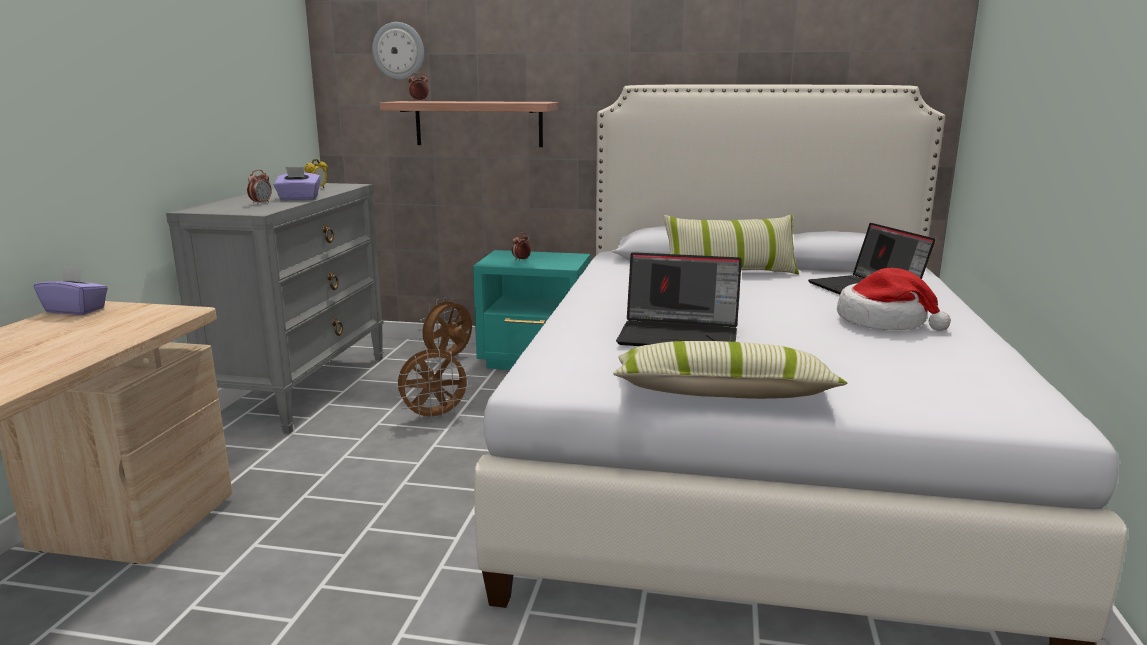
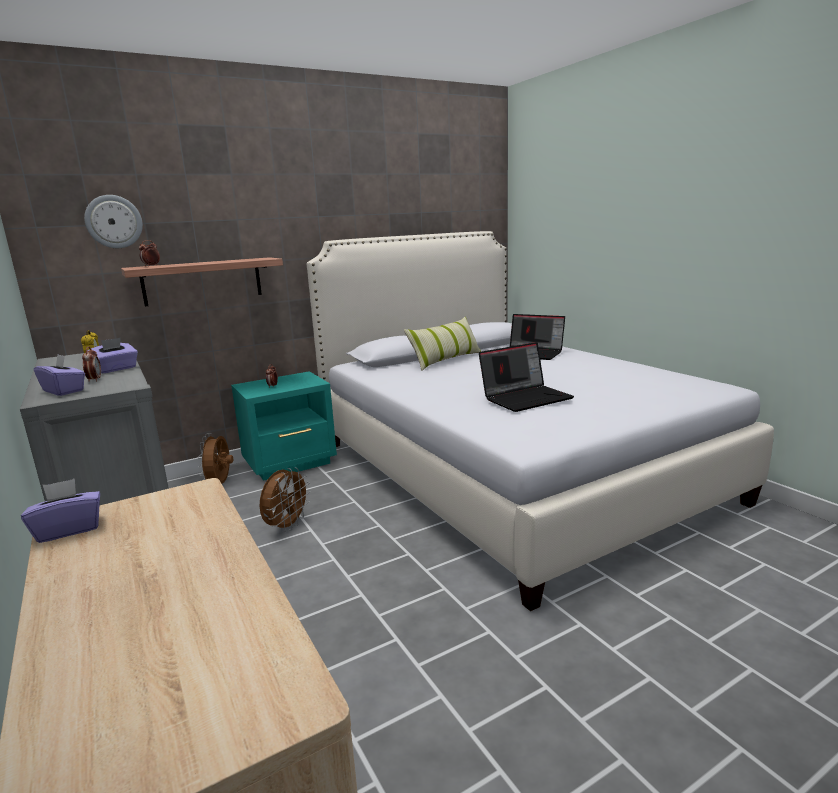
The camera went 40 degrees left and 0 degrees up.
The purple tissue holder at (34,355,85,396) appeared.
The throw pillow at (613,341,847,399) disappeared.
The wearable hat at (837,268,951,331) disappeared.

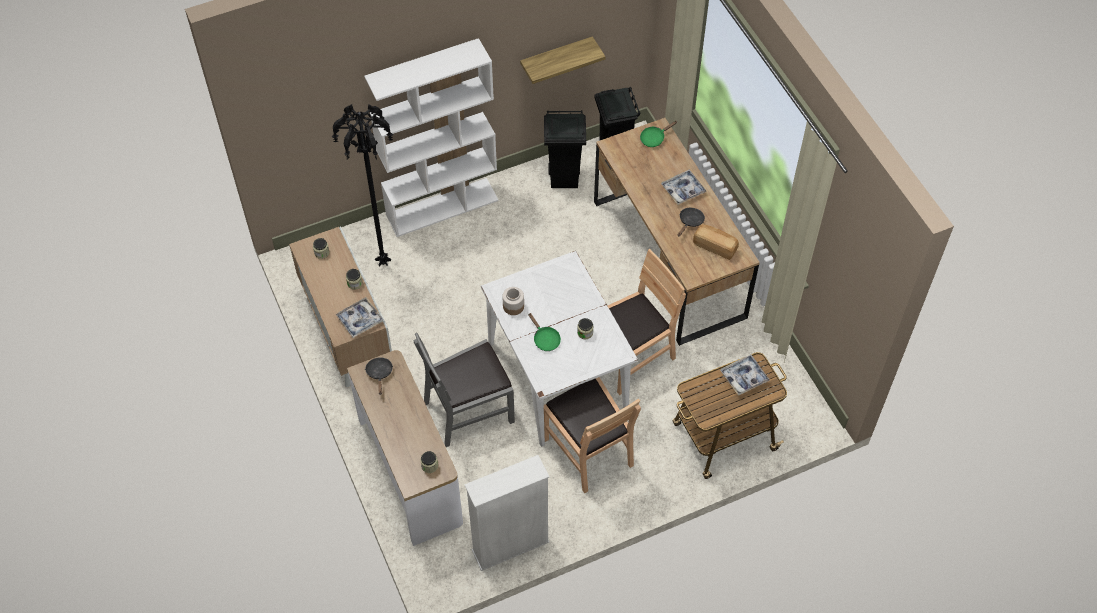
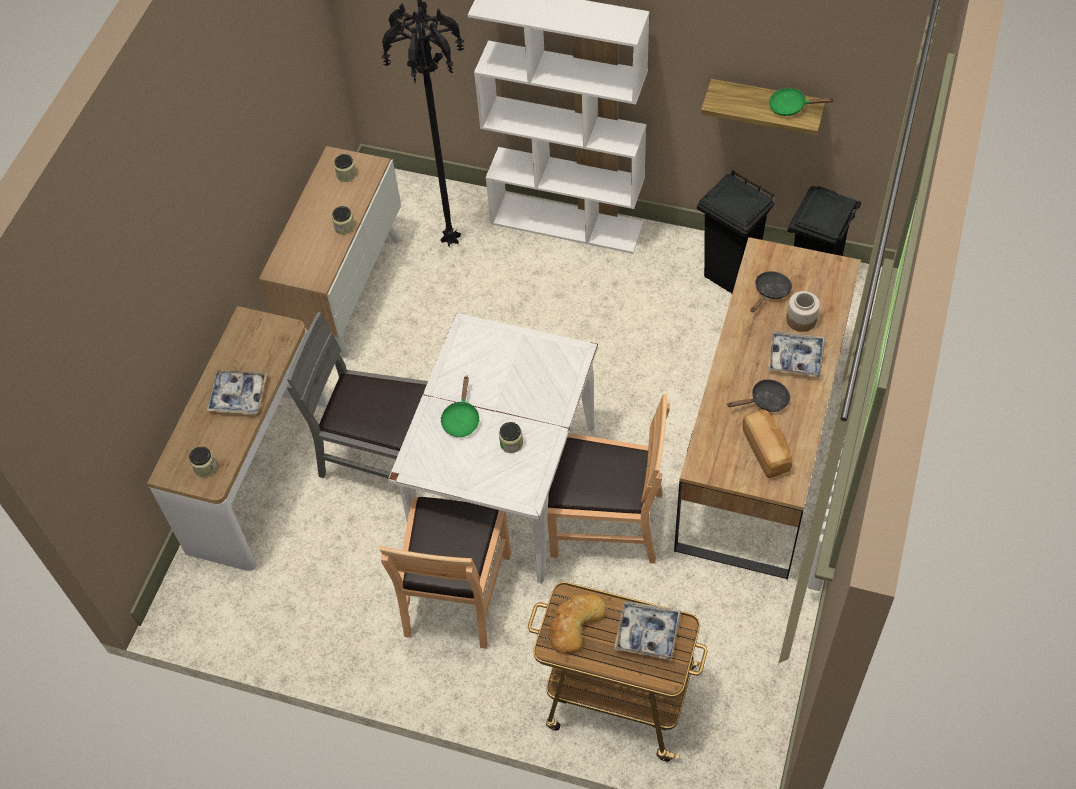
The camera went 45 degrees right and 0 degrees up.
The carrying tray moved from (335,297,384,338) to (206,370,267,414).
The bakery bread at (550,594,606,653) appeared.
The black-coloured skillet moved from (365,357,393,395) to (751,271,792,312).
The green-coloured skillet moved from (640,121,677,147) to (769,87,834,116).
The preserve jar moved from (502,287,524,315) to (786,291,820,332).
The whitish shelving unit at (464,455,549,571) disappeared.

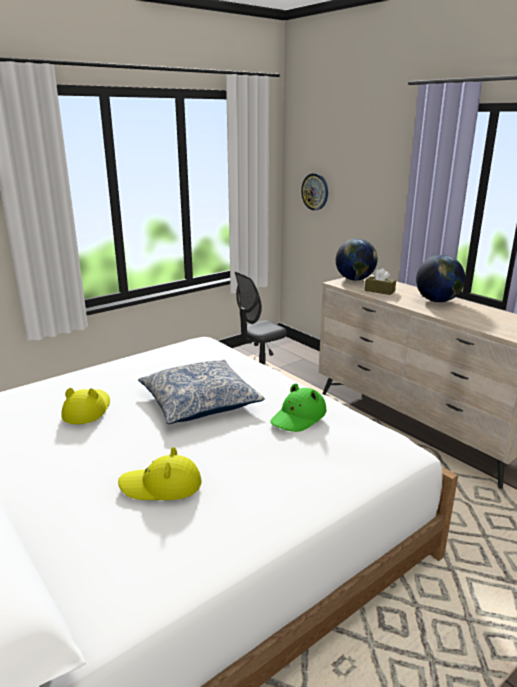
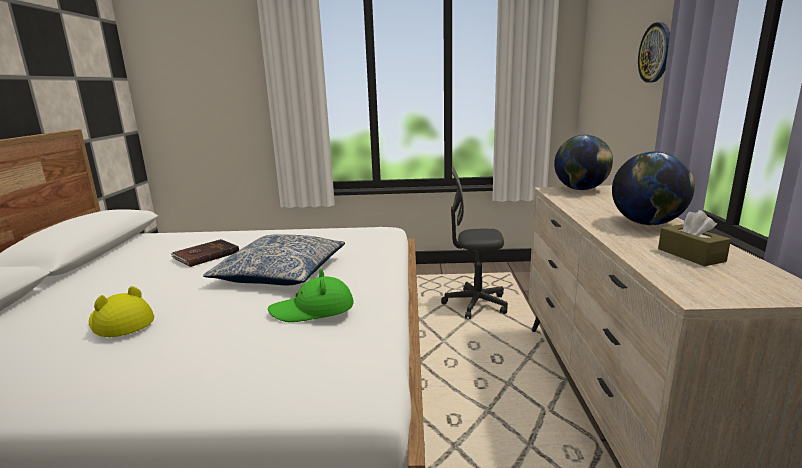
The camera went 40 degrees right and 5 degrees down.
The yellow-coloured wearable hat at (61,388,110,424) was replaced by the brownish bound book at (171,239,239,267).
The hanging clock moved from (301,173,328,210) to (638,22,670,83).
The brownish tissue holder moved from (365,268,396,295) to (658,210,731,266).

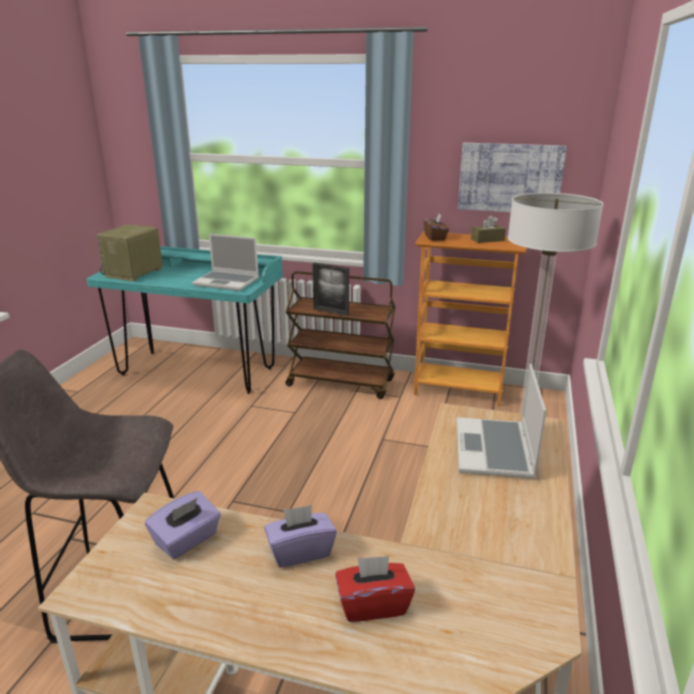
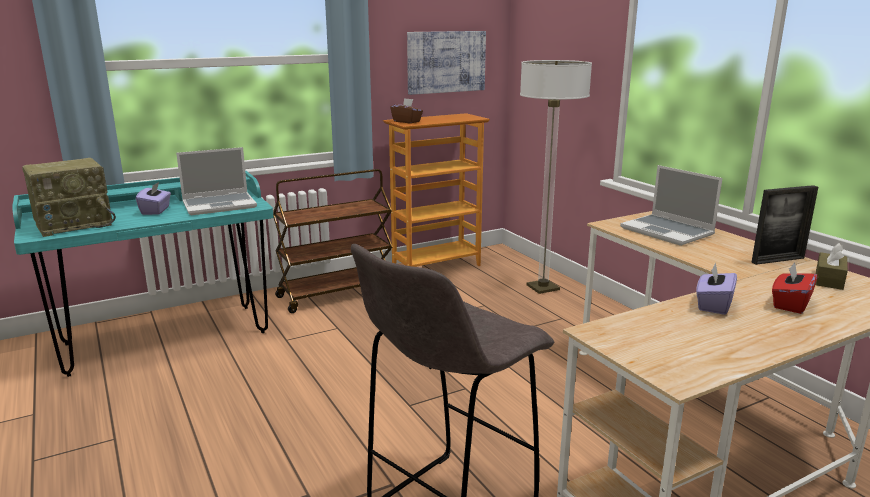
The camera went 45 degrees left and 5 degrees down.
The radio at (97,224,163,282) turned 105 degrees counterclockwise.
The purple tissue holder moved from (145,491,221,559) to (136,182,171,215).
The picture frame moved from (312,262,349,316) to (751,185,818,265).
The brownish tissue holder moved from (471,215,506,243) to (815,243,848,290).

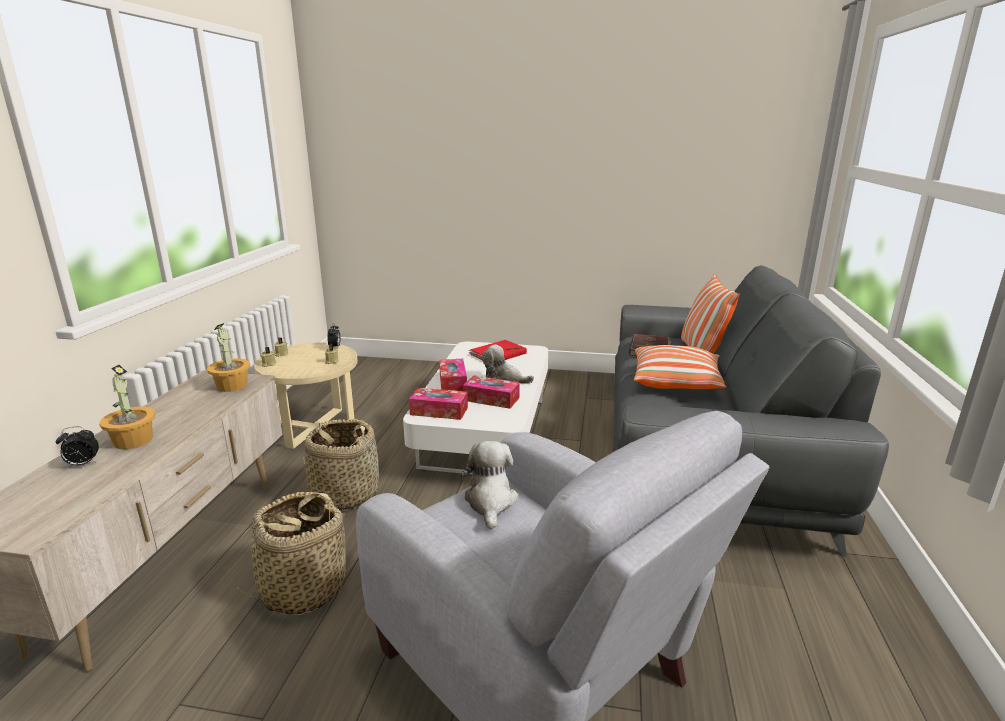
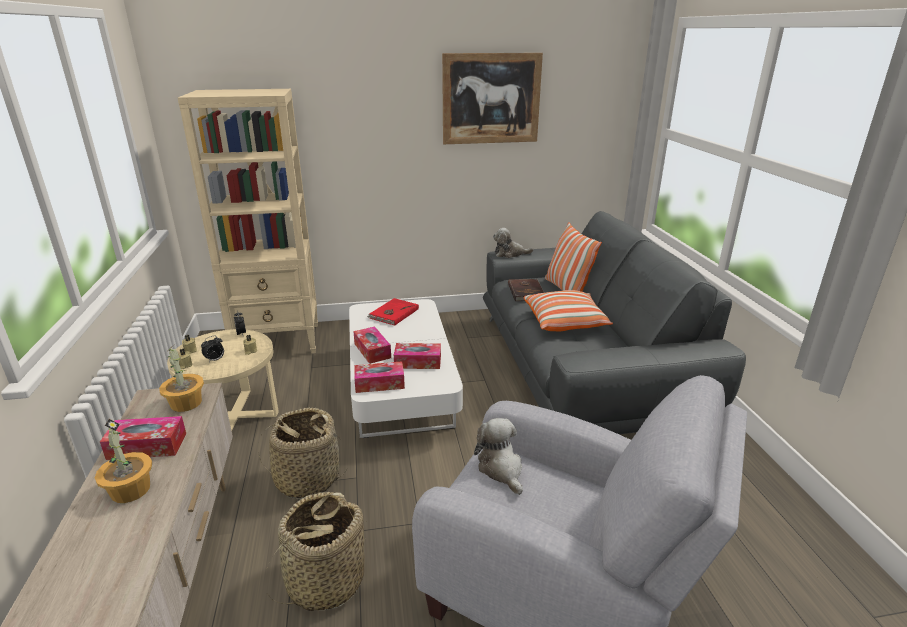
The camera went 20 degrees left and 5 degrees up.
The tissue holder at (100,416,186,460) appeared.
The beige-coloured shelving unit at (178,89,318,353) appeared.
The table clock moved from (56,426,99,467) to (201,336,224,362).
The wall art at (442,53,543,144) appeared.
The soft toy moved from (482,345,534,384) to (493,228,534,258).

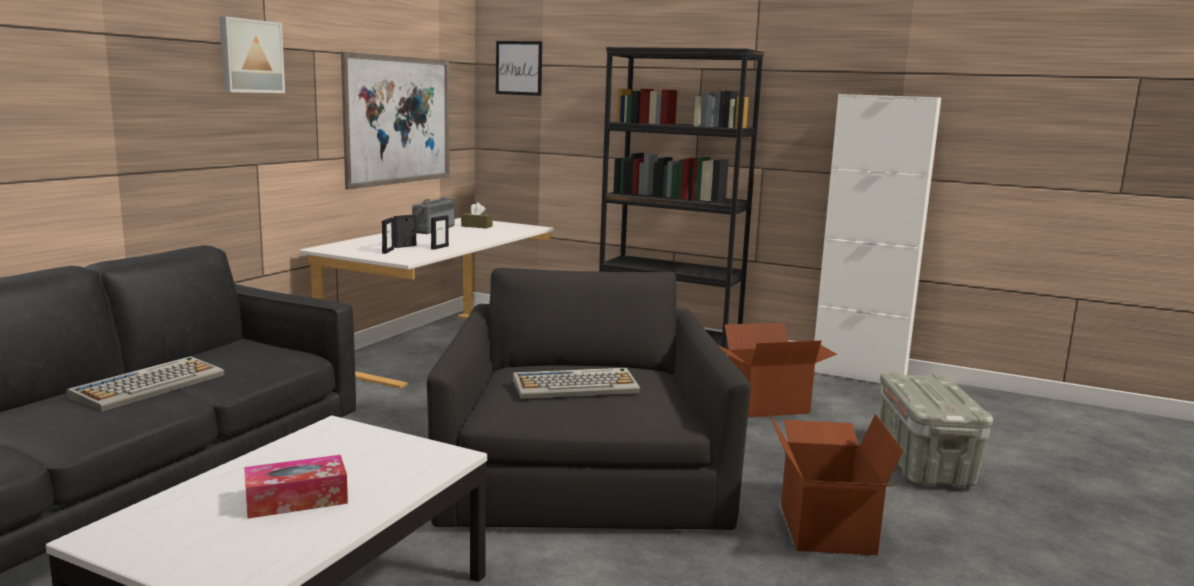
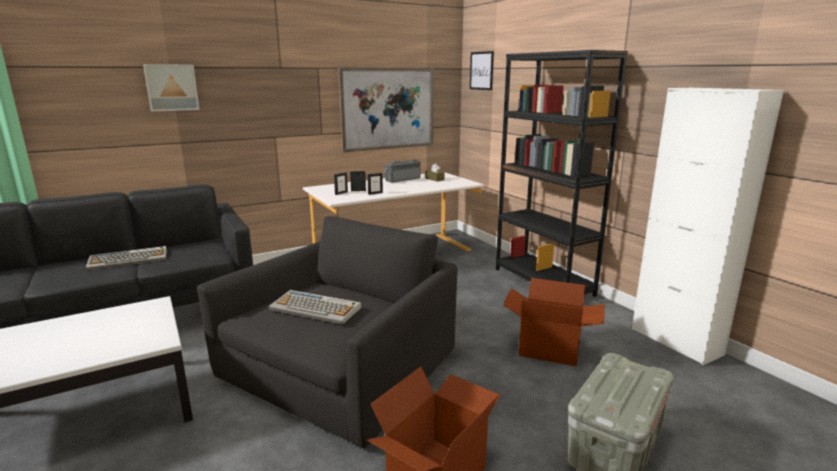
The camera went 35 degrees right and 5 degrees up.
The wall art moved from (219,16,285,93) to (143,64,200,112).
The tissue holder at (244,455,348,519) disappeared.

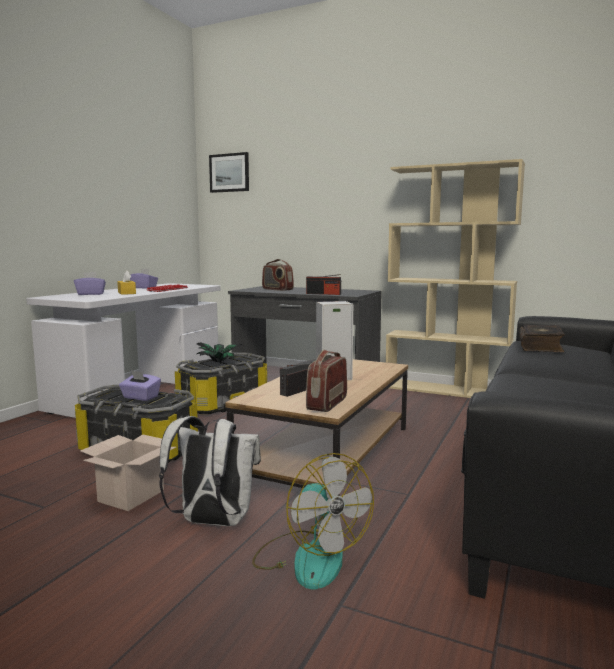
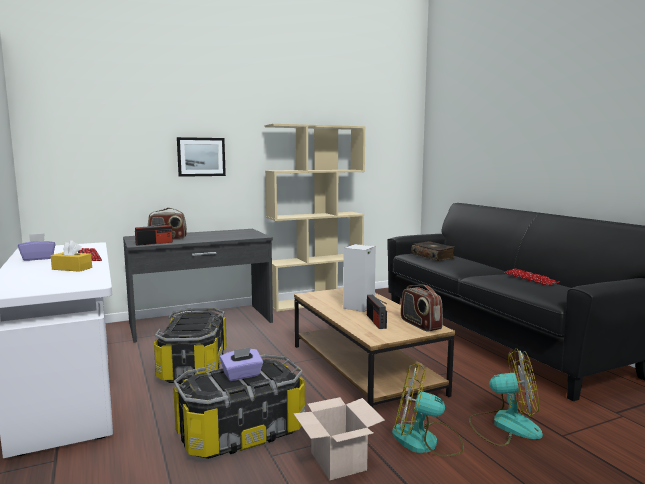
The camera went 50 degrees left and 0 degrees up.
The radio moved from (306,274,341,295) to (135,222,173,246).
The wall art moved from (209,152,249,193) to (177,137,226,177).
The whitish rucksack at (159,416,261,526) was replaced by the electric fan at (392,363,464,457).
The PC keyboard at (504,268,559,286) appeared.
The purple tissue holder at (74,272,106,295) disappeared.
The houseplant at (197,342,242,363) disappeared.

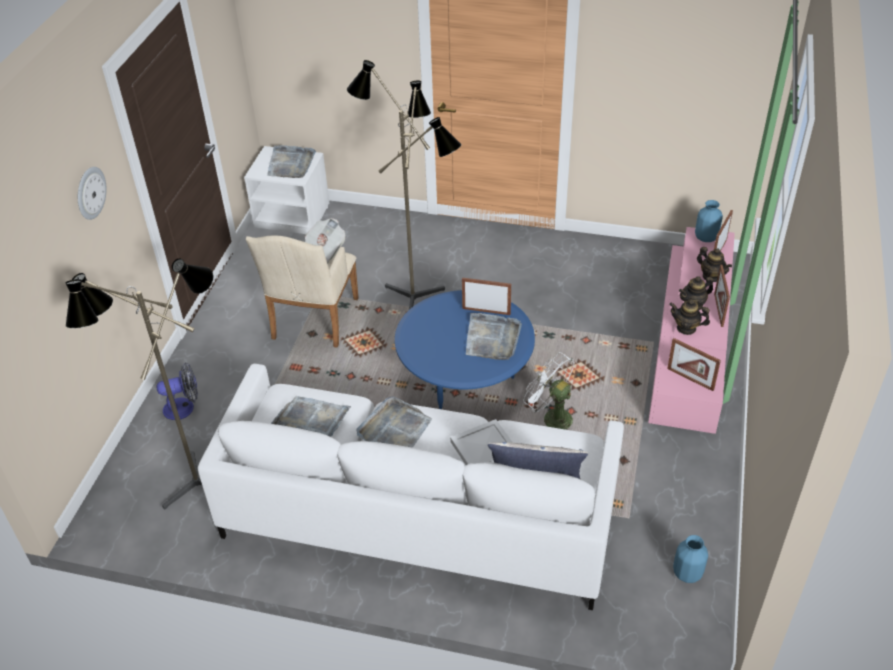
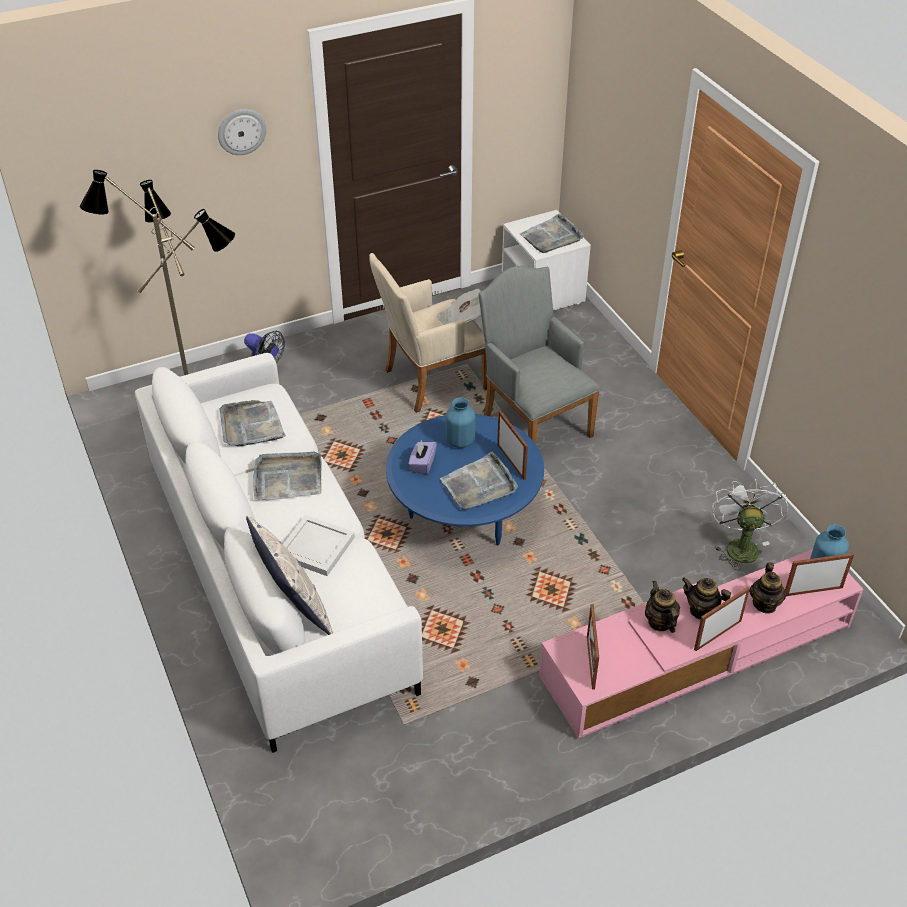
The camera went 50 degrees right and 0 degrees up.
The purple tissue holder at (408,440,437,474) appeared.
The blue decorative vase moved from (673,535,708,583) to (446,397,476,448).
The floor lamp at (347,60,461,310) was replaced by the gray easy chair at (478,266,601,444).
The whitish electric fan moved from (523,352,575,430) to (713,478,788,571).

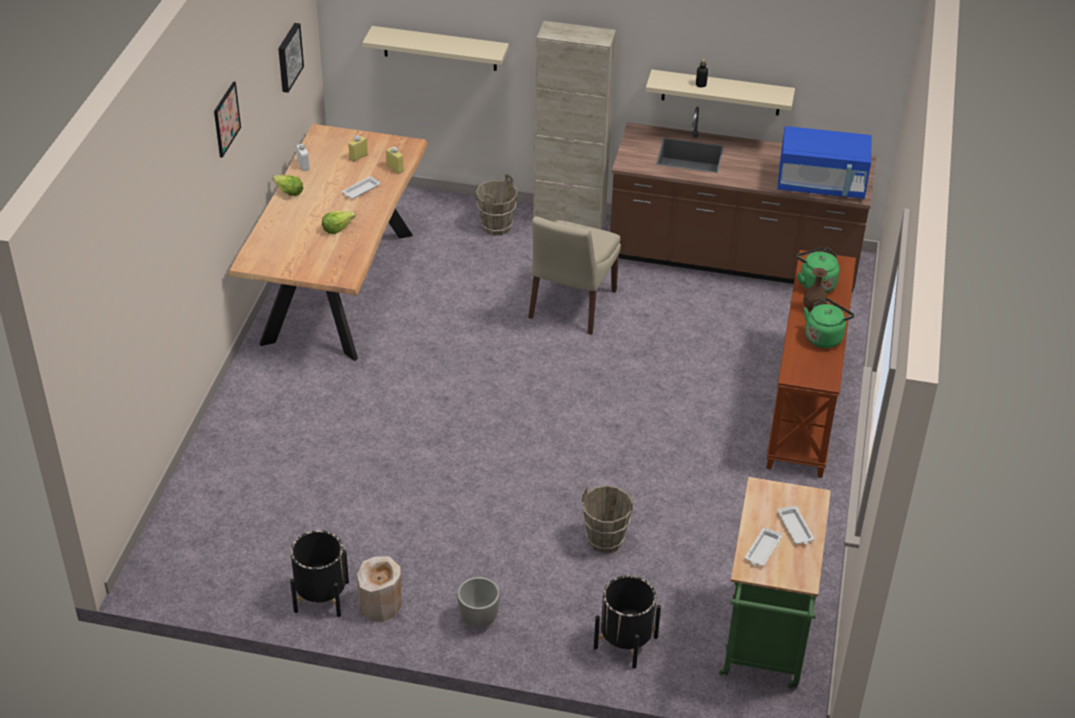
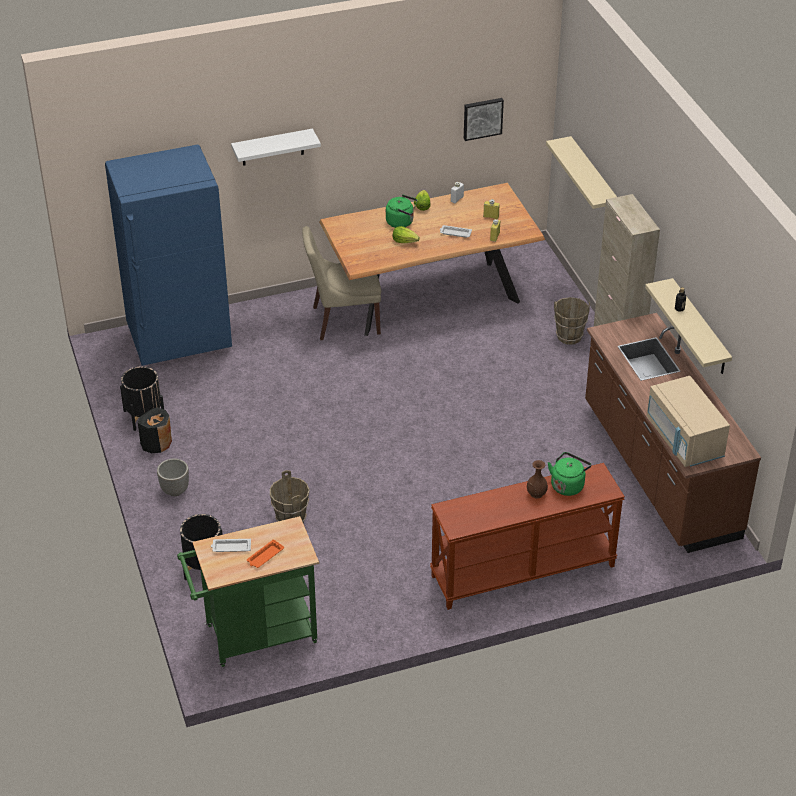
The camera went 60 degrees right and 0 degrees up.
The blue refrigerator at (105,145,232,366) appeared.
The beige-coloured decorative vase at (357,556,401,622) became the black-coloured decorative vase at (138,407,172,453).
The whitish bracket shelf at (231,129,321,166) appeared.
The whitish carrying tray at (777,505,814,545) became the orange-coloured carrying tray at (247,539,284,568).
The beige-coloured plain chair moved from (528,216,621,335) to (302,226,381,340).
The green-coloured water kettle moved from (804,298,854,348) to (386,195,417,228).
The blue microwave oven at (777,126,872,199) became the beige-coloured microwave oven at (647,376,730,467).
The wall art at (214,82,241,158) disappeared.

